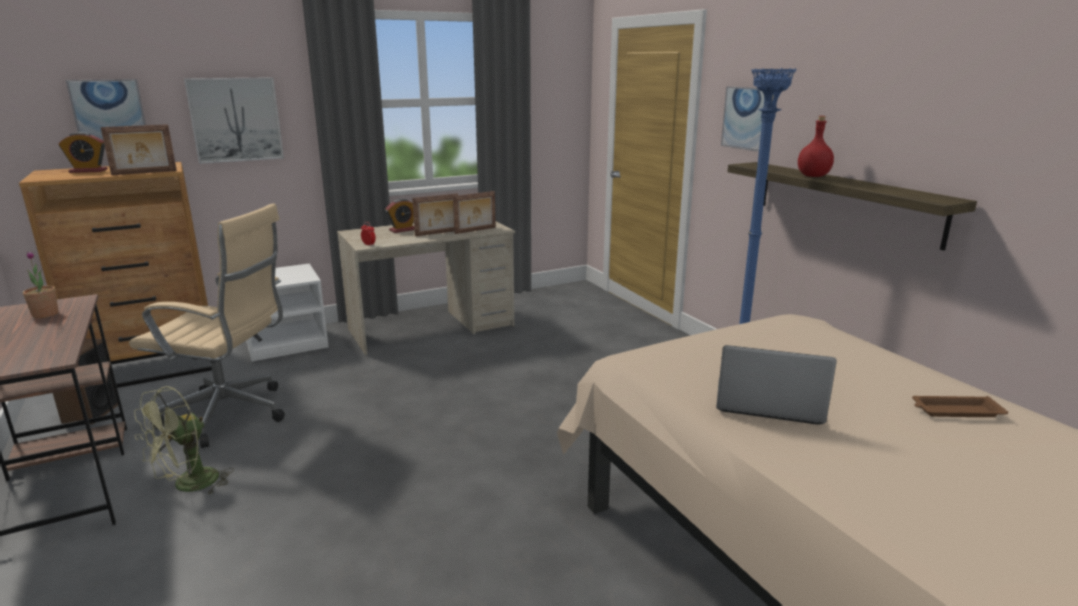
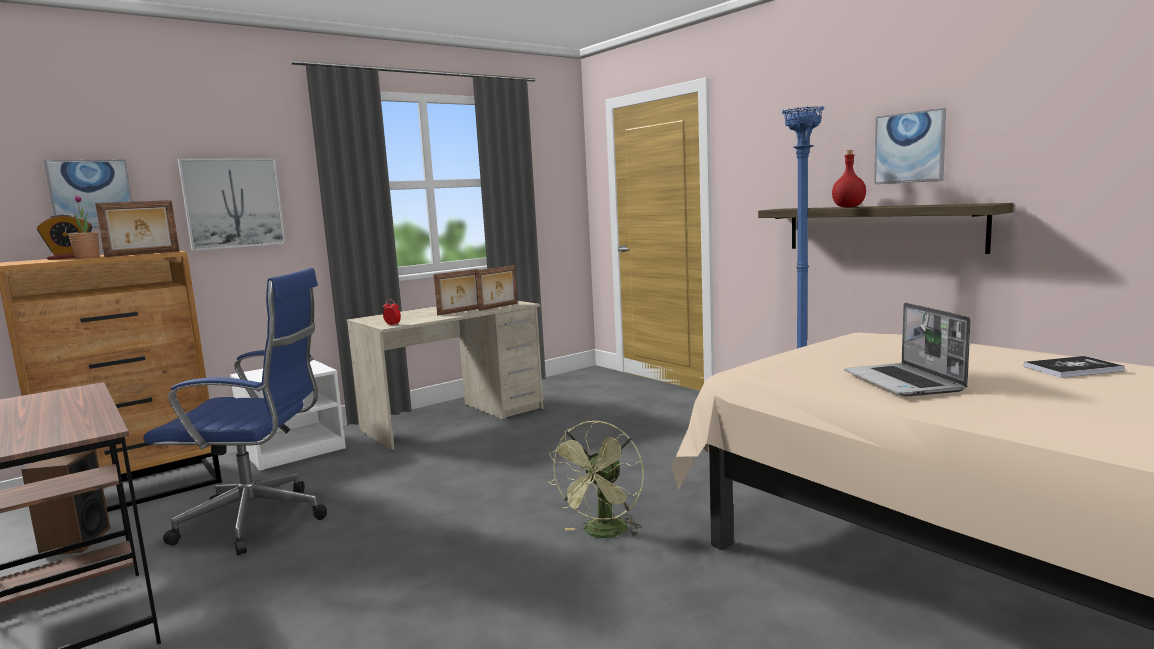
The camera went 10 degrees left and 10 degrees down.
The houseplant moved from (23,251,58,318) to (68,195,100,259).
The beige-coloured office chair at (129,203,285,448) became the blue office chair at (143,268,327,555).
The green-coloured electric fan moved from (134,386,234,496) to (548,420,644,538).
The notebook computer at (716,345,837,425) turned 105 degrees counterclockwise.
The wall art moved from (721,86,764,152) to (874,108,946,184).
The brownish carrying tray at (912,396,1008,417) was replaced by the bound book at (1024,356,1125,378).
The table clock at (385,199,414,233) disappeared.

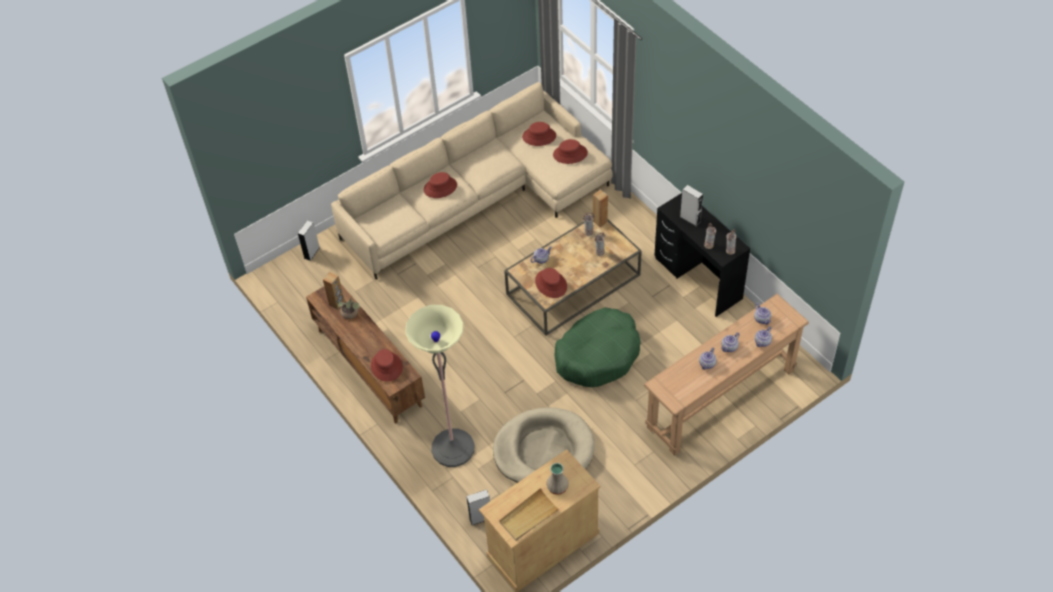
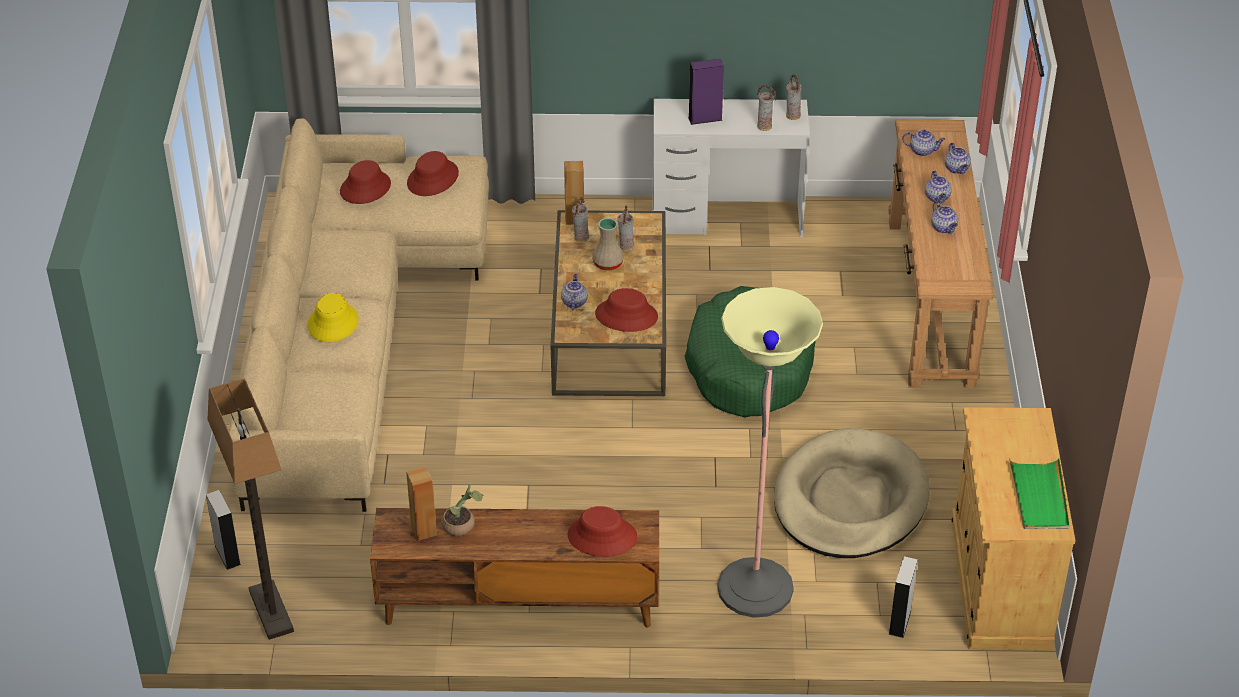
The camera went 55 degrees left and 10 degrees down.
The floor lamp at (207,378,294,640) appeared.
The reddish wearable hat at (424,172,457,198) became the yellow-coloured wearable hat at (307,293,359,342).
The beige-coloured decorative vase moved from (546,463,569,495) to (592,218,624,271).
The black-coloured desk at (655,193,750,317) became the whitish desk at (653,99,810,237).
The gray audio speaker at (680,185,703,226) became the purple audio speaker at (688,59,724,125).
The beige-coloured carrying tray at (499,488,560,541) became the green-coloured carrying tray at (1009,458,1069,529).

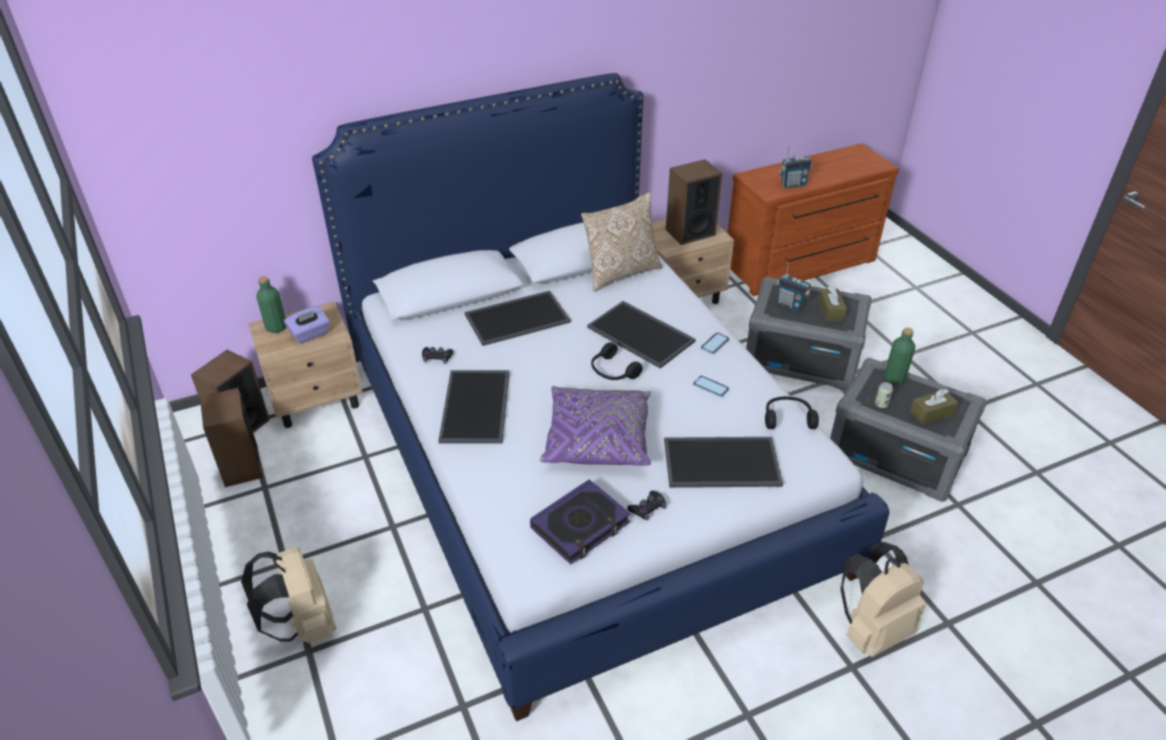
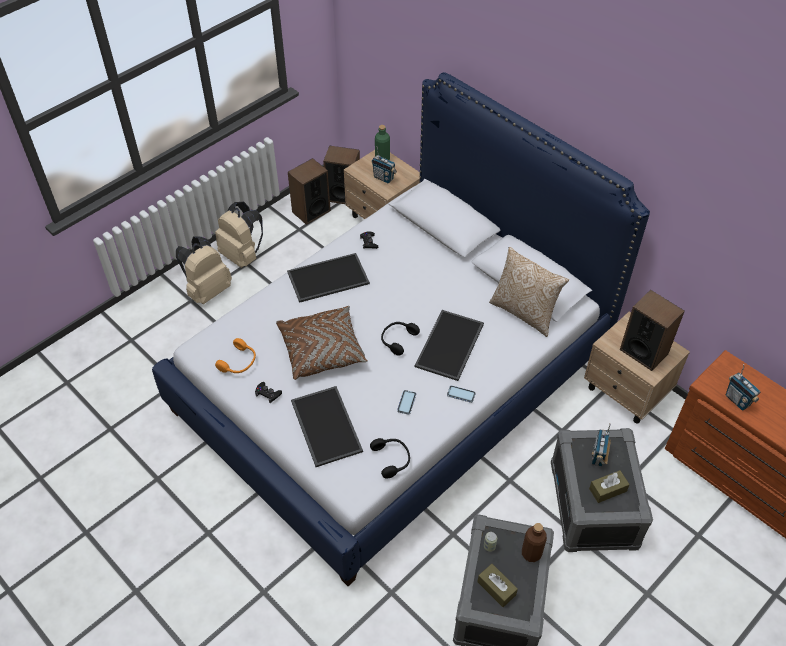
The camera went 70 degrees right and 10 degrees up.
The beige-coloured rucksack moved from (840,542,926,657) to (215,202,263,268).
The bound book at (530,479,631,565) was replaced by the orange-coloured pair of headphones at (215,338,256,373).
The purple throw pillow at (540,386,651,465) became the brownish throw pillow at (276,306,368,380).
The purple tissue holder at (284,306,330,344) was replaced by the radio at (371,146,397,183).
The green-coloured drink bottle at (884,327,915,384) became the brownish drink bottle at (522,523,547,562).
The carrying tray at (465,291,571,346) disappeared.

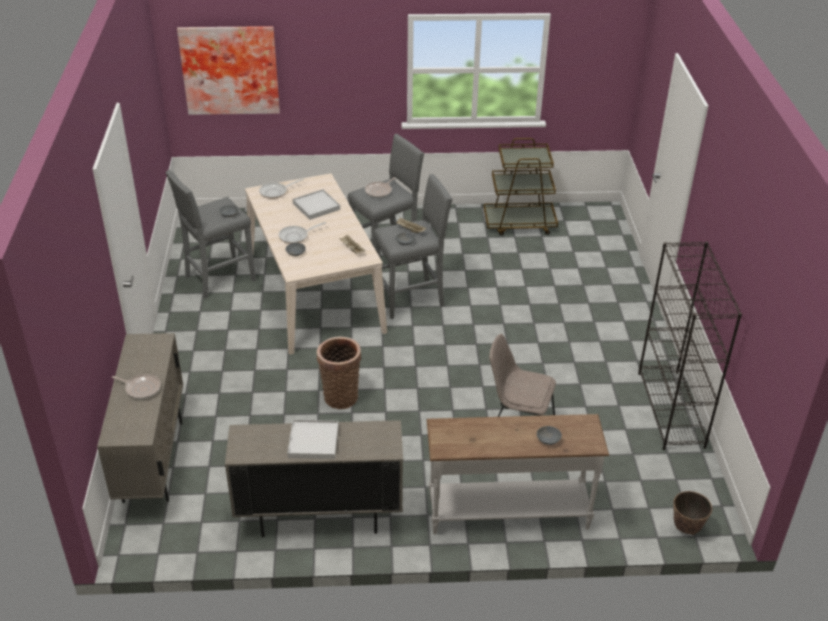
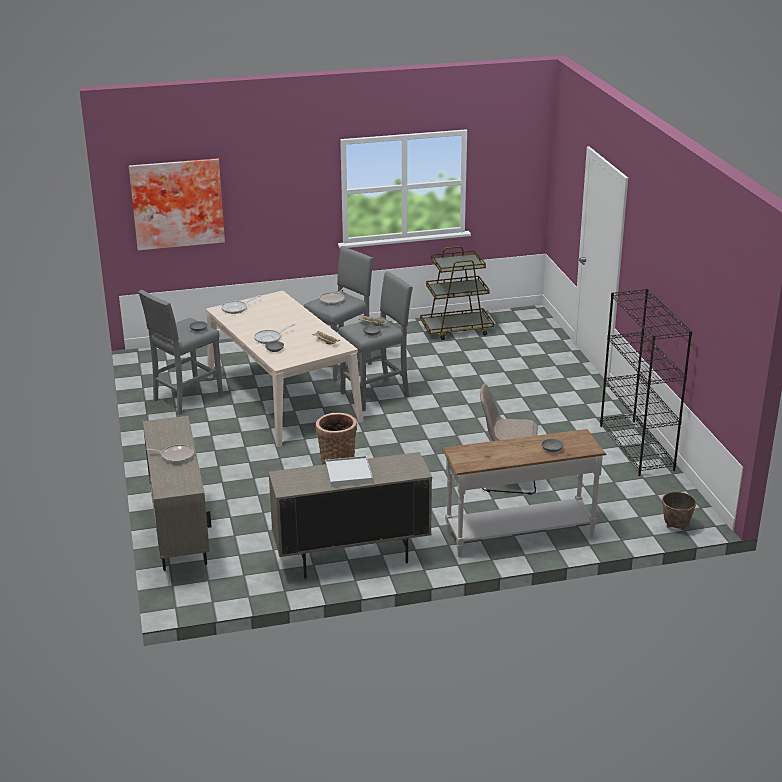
The camera went 10 degrees left and 10 degrees down.
The whitish carrying tray at (293,189,340,220) disappeared.

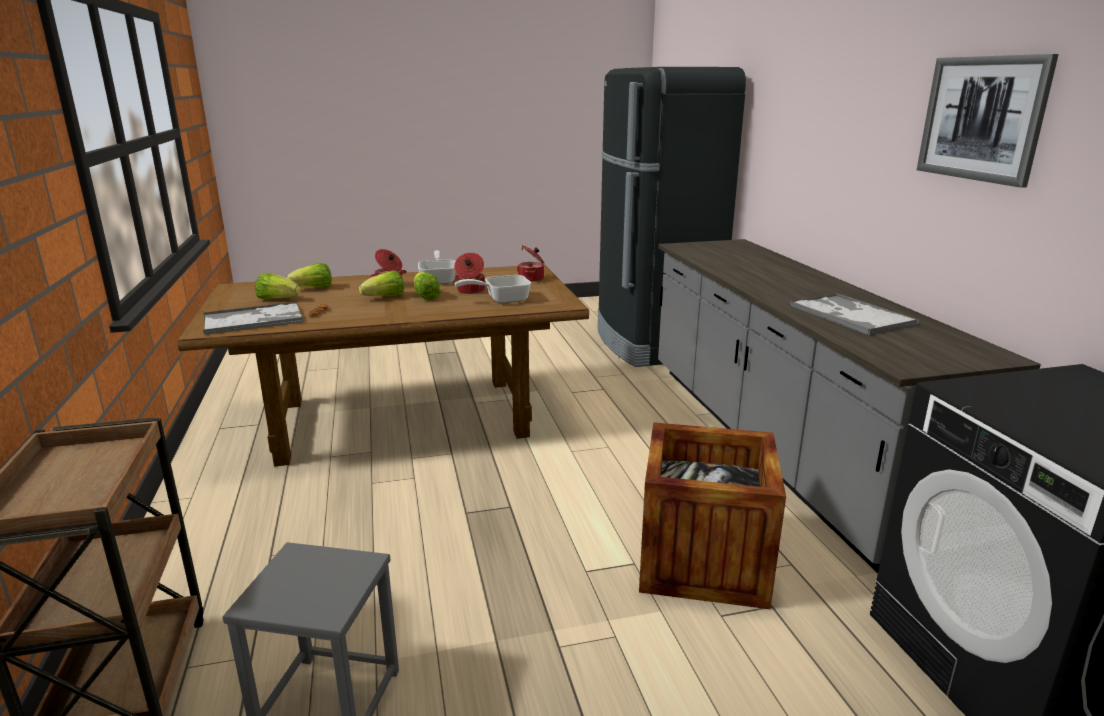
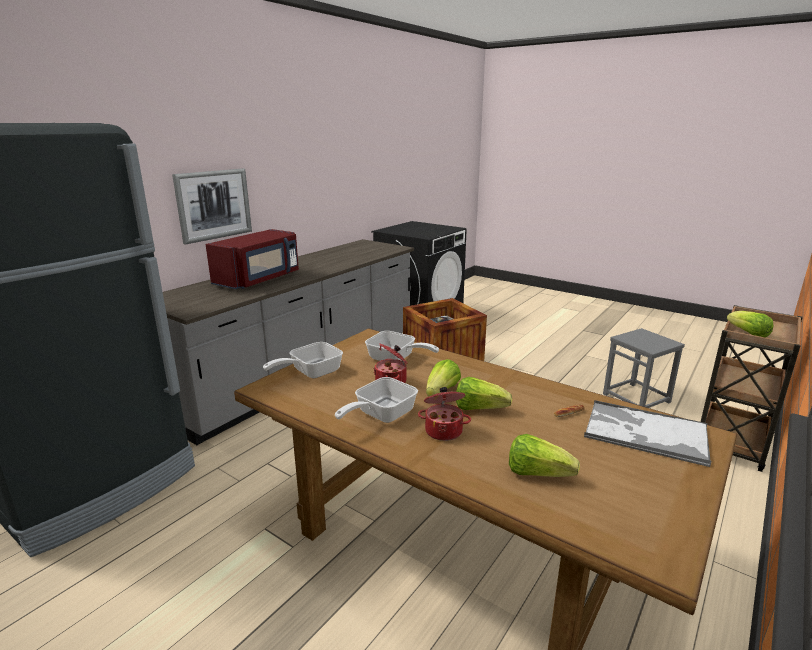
The camera went 130 degrees left and 0 degrees up.
The wall art moved from (917,54,1059,188) to (172,169,252,245).
The reddish microwave oven at (205,229,299,289) appeared.
The saucepot at (517,245,544,282) was replaced by the skillet at (263,342,343,378).
The head of lettuce moved from (255,273,301,300) to (727,311,774,338).
The carrying tray at (790,293,919,335) disappeared.

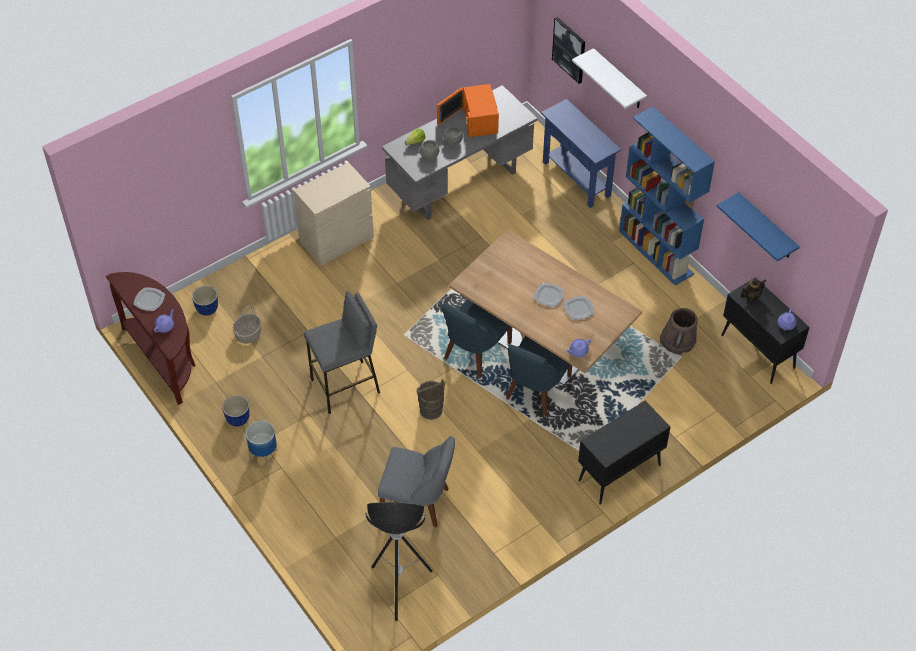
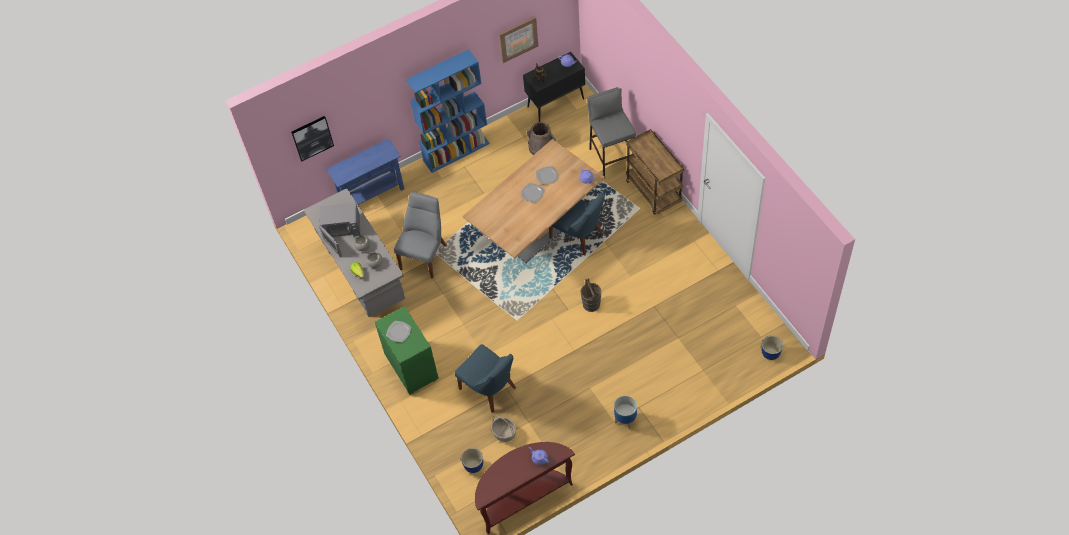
The camera went 80 degrees left and 5 degrees up.
The orange-coloured microwave oven at (437,84,499,137) became the gray microwave oven at (319,202,360,257).
The beige-coloured chest of drawers at (293,162,374,266) became the green-coloured chest of drawers at (375,306,439,395).
The plate moved from (133,287,165,311) to (386,321,411,342).
The gray plain chair moved from (378,436,455,527) to (394,192,447,279).
The blue plain chair moved from (442,299,512,378) to (455,344,516,413).
The blue bracket shelf at (717,192,800,262) was replaced by the wall art at (498,16,538,63).
The gray stool moved from (304,291,380,414) to (587,87,636,177).
The black-coloured storage cabinet at (578,401,670,505) was replaced by the brownish wheeled cart at (626,129,684,215).
The plant pot moved from (222,395,250,426) to (762,336,783,360).
The floor lamp at (365,501,433,621) disappeared.
The whitish bracket shelf at (572,48,647,109) disappeared.

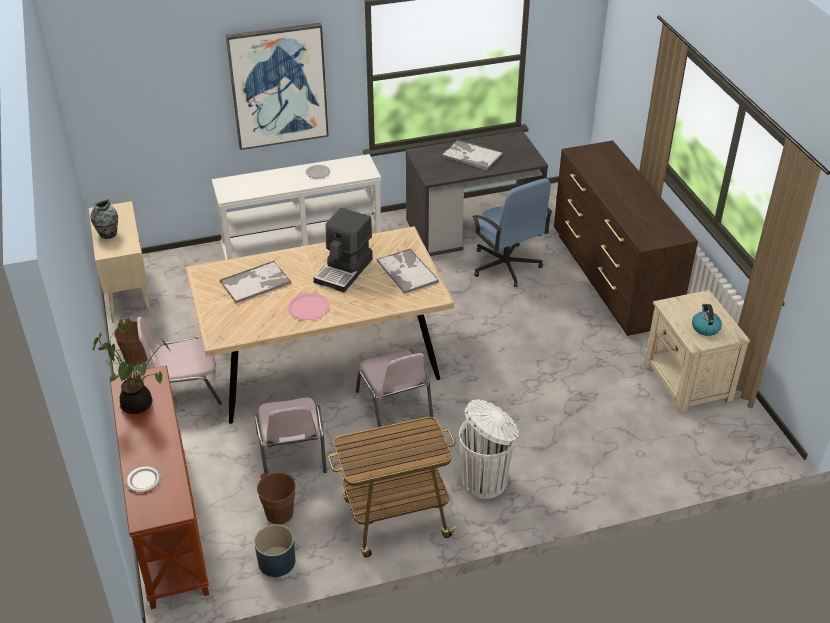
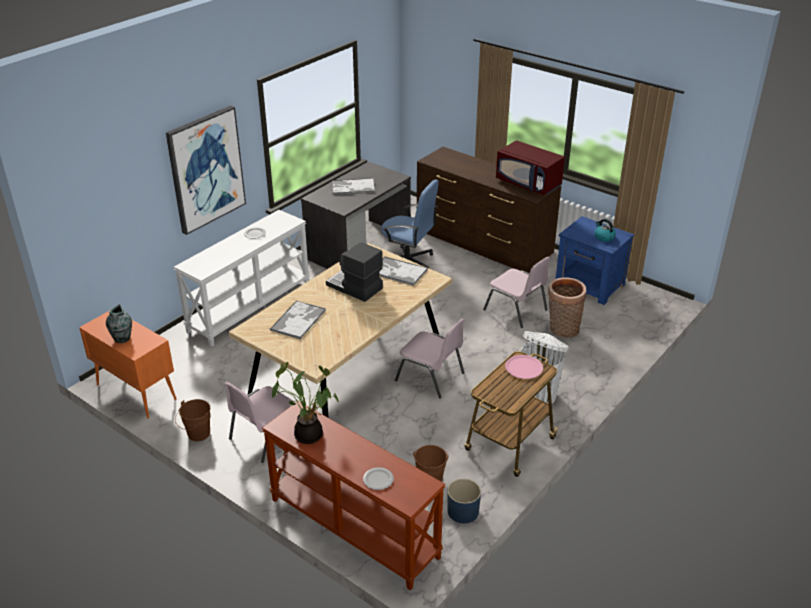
The camera went 35 degrees left and 5 degrees down.
The beige-coloured storage cabinet at (89,201,152,323) became the orange-coloured storage cabinet at (79,311,176,418).
The coffee maker at (314,208,373,292) turned 135 degrees clockwise.
The pink-coloured plain chair moved from (254,397,327,475) to (483,256,550,328).
The reddish microwave oven at (496,140,565,195) appeared.
The pink-coloured plate moved from (288,293,330,320) to (505,355,543,379).
The basket at (548,277,586,338) appeared.
The beige-coloured night table at (644,290,750,414) became the blue night table at (556,216,634,305).

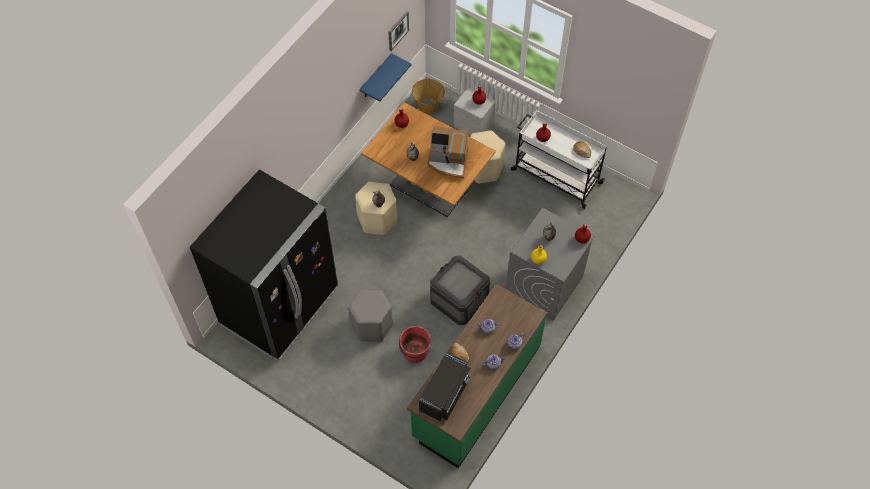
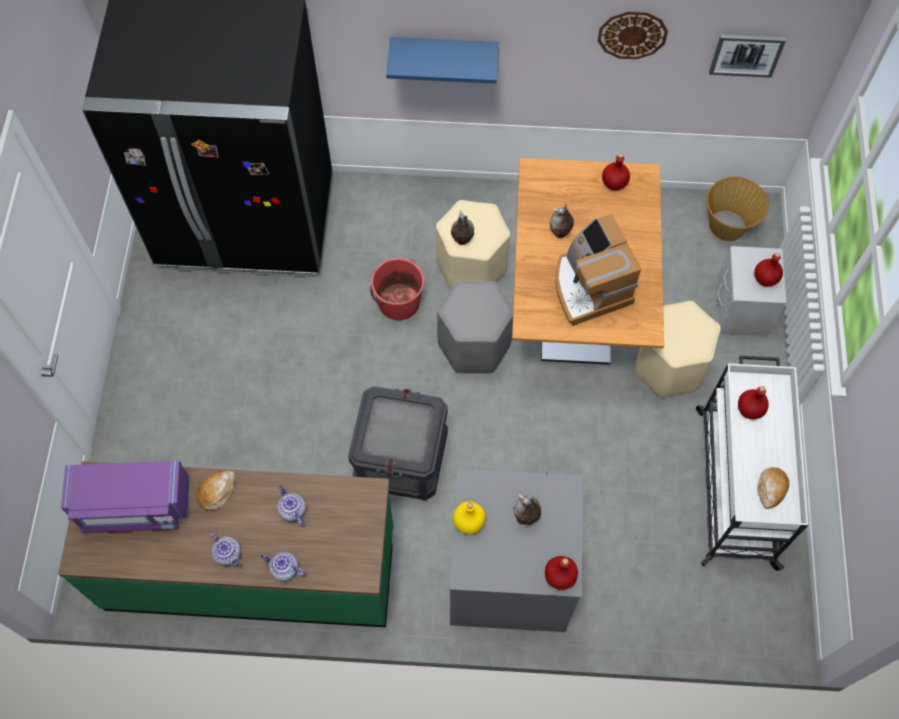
The camera went 60 degrees right and 5 degrees up.
The black-coloured microwave oven at (419,352,471,421) became the purple microwave oven at (61,461,190,533).
The reddish pail moved from (399,326,431,363) to (370,258,424,320).
The blue bracket shelf moved from (360,53,411,102) to (386,37,499,84).
The gray stool moved from (348,288,393,342) to (437,281,513,373).
The hanging clock at (598,11,668,59) appeared.

